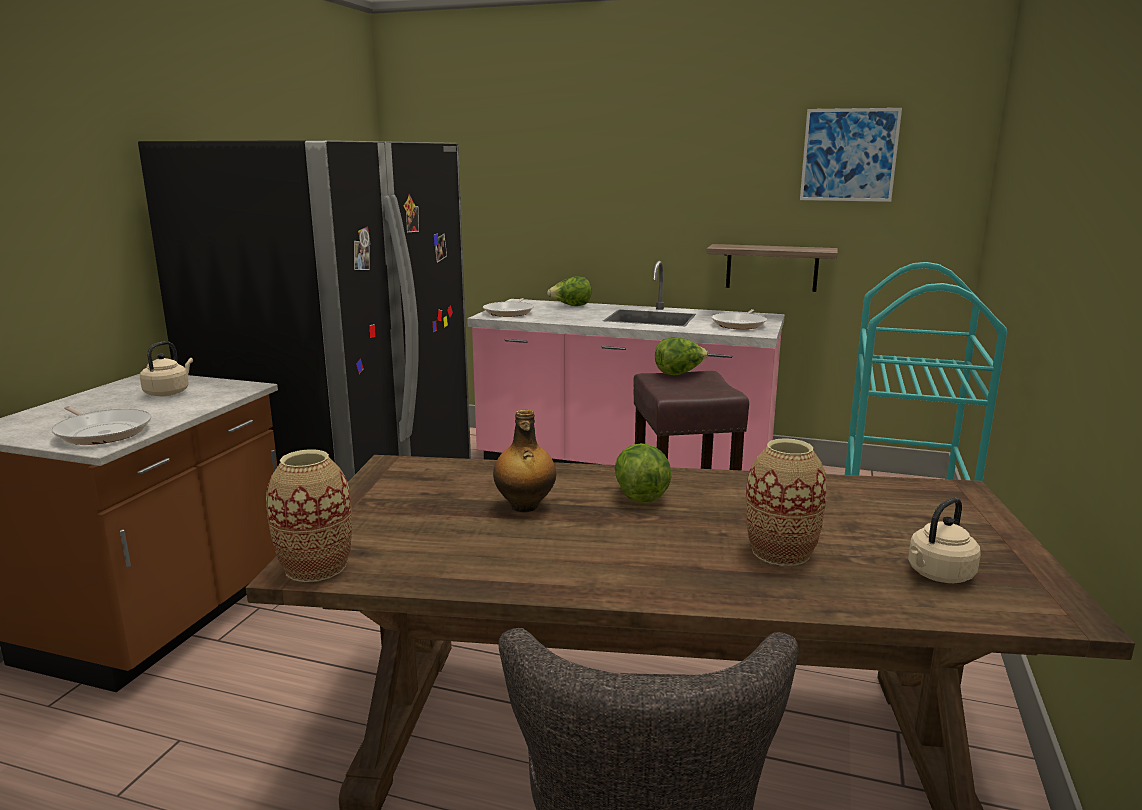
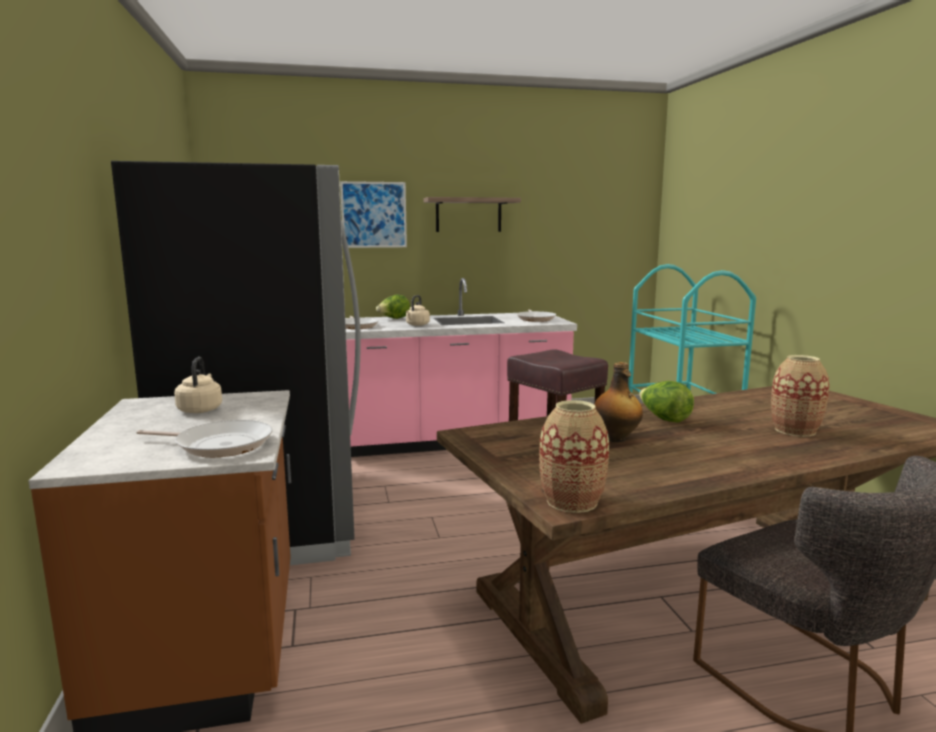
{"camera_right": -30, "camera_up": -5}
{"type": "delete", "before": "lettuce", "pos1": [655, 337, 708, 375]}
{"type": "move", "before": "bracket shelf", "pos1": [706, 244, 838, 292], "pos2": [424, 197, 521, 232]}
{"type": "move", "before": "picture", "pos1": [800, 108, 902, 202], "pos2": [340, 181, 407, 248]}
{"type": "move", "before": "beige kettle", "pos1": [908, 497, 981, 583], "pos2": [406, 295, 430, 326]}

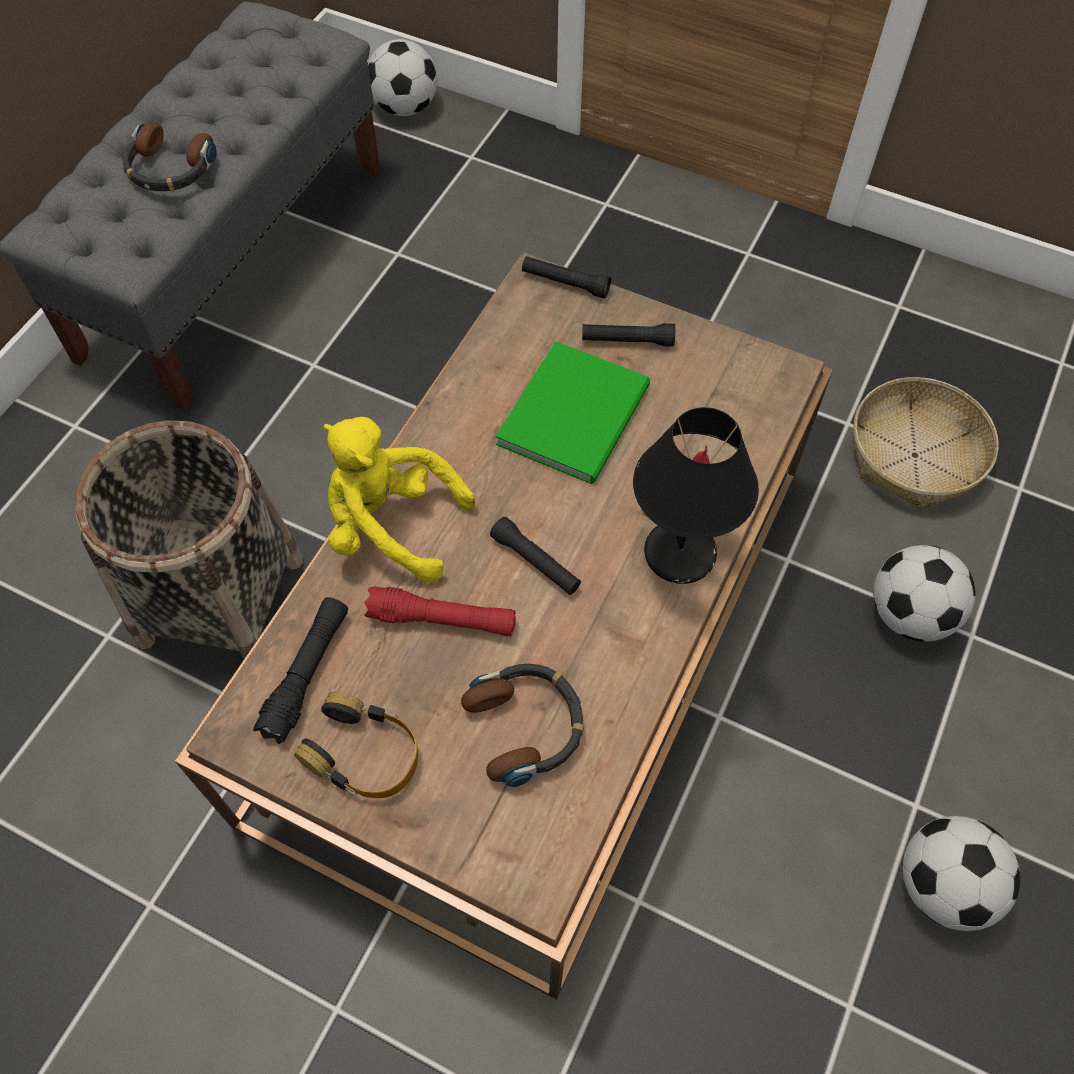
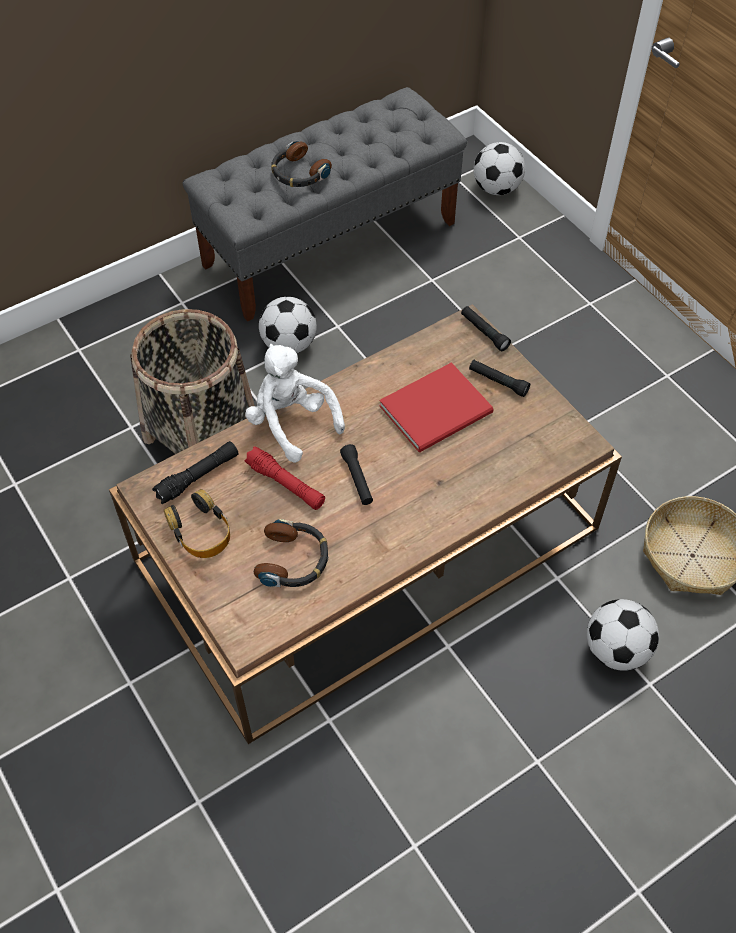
{"camera_right": 30, "camera_up": -5}
{"type": "recolor", "before": "yellowish plush toy", "after": "white-coloured plush toy", "pos1": [323, 417, 475, 583], "pos2": [245, 344, 345, 463]}
{"type": "recolor", "before": "greenish volume", "after": "reddish volume", "pos1": [496, 341, 650, 484], "pos2": [379, 362, 493, 452]}
{"type": "delete", "before": "blackish table lamp", "pos1": [633, 407, 759, 584]}
{"type": "move", "before": "football ball", "pos1": [903, 816, 1020, 931], "pos2": [259, 297, 317, 353]}

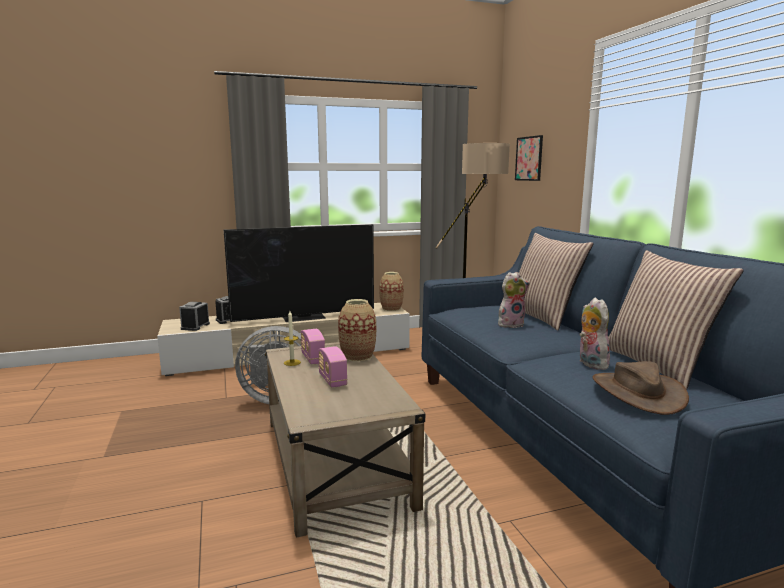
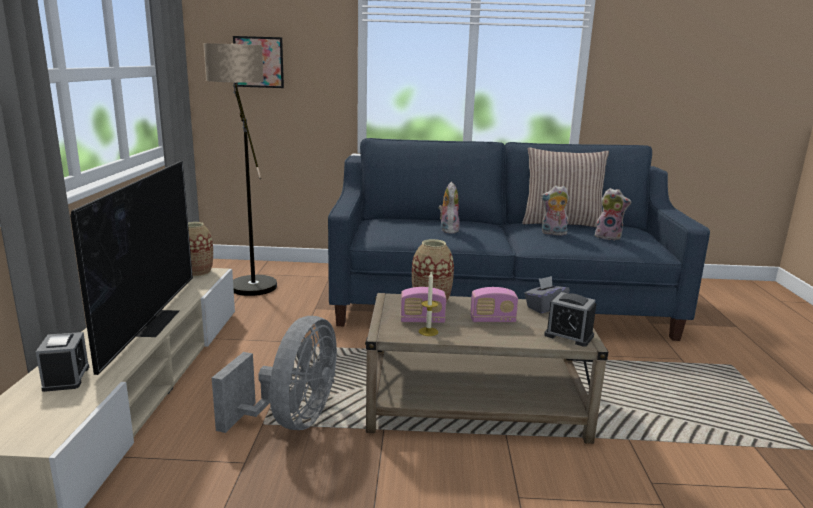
{"camera_right": -70, "camera_up": 5}
{"type": "move", "before": "bedside clock", "pos1": [179, 302, 210, 331], "pos2": [544, 292, 597, 347]}
{"type": "delete", "before": "cushion", "pos1": [519, 233, 593, 330]}
{"type": "replace", "before": "brown hat", "after": "plush toy", "pos1": [592, 361, 689, 415], "pos2": [595, 188, 631, 240]}
{"type": "insert", "after": "gray tissue box", "pos2": [524, 276, 570, 313]}

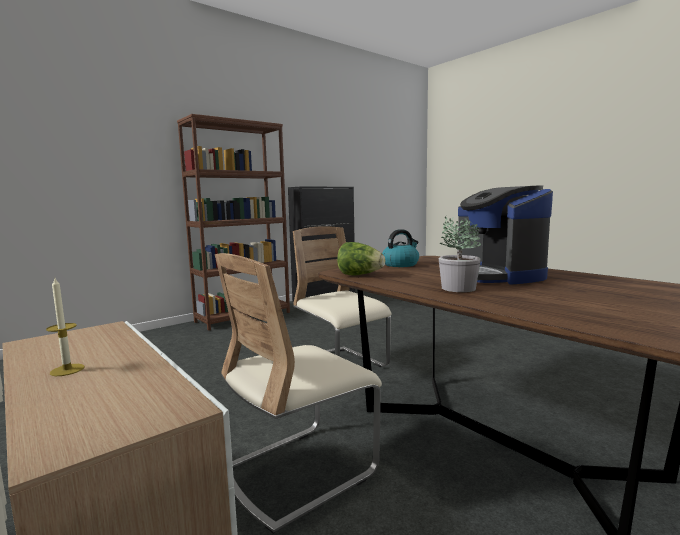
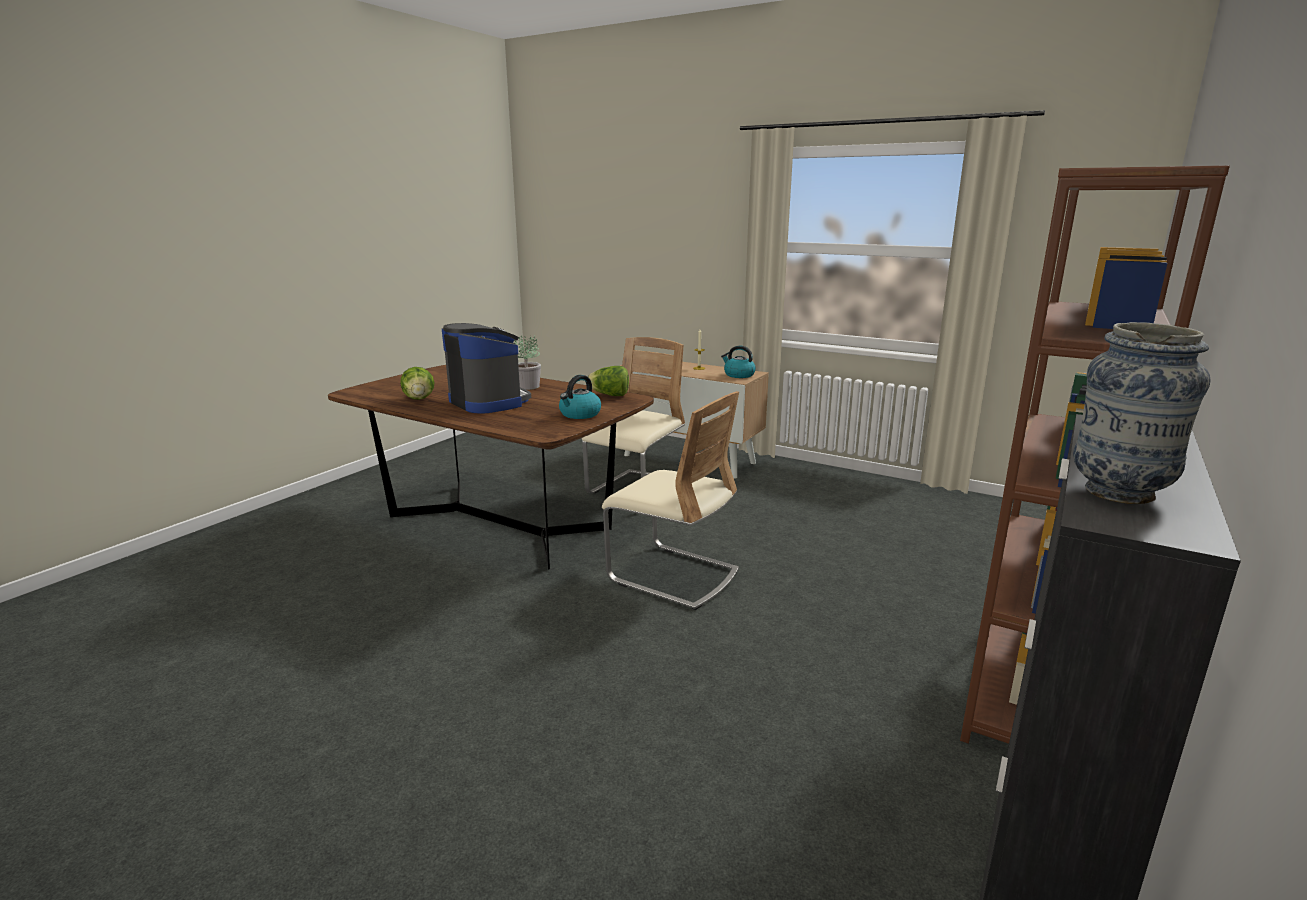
{"camera_right": 160, "camera_up": 10}
{"type": "insert", "after": "lettuce", "pos2": [400, 367, 435, 400]}
{"type": "insert", "after": "kettle", "pos2": [721, 346, 756, 378]}
{"type": "insert", "after": "decorative vase", "pos2": [1073, 322, 1211, 504]}

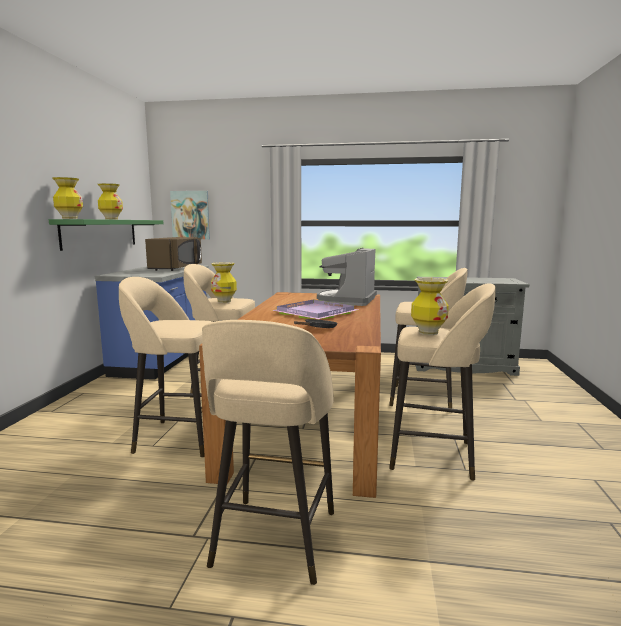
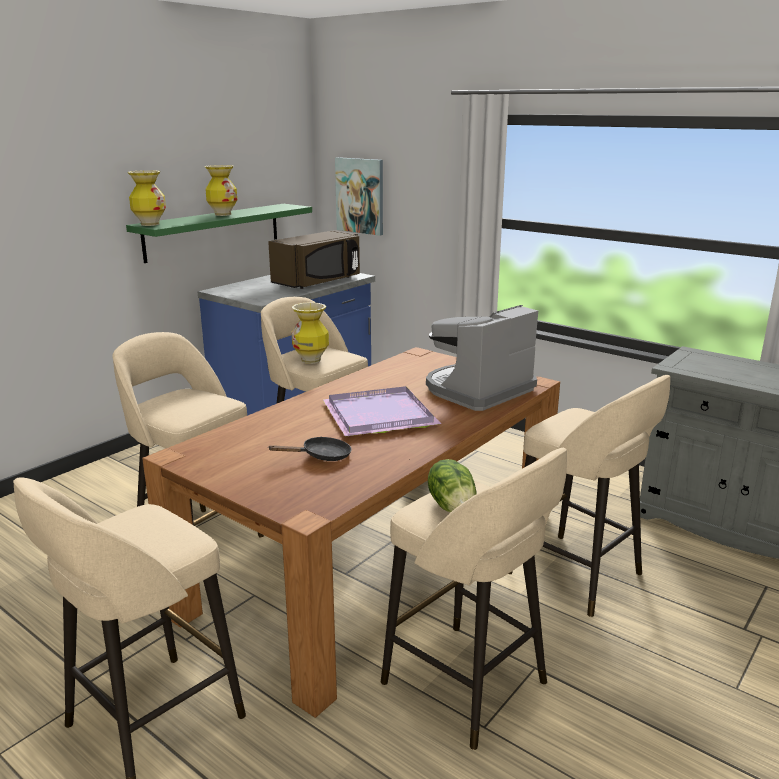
{"camera_right": 30, "camera_up": 10}
{"type": "replace", "before": "decorative vase", "after": "lettuce", "pos1": [411, 278, 449, 335], "pos2": [428, 459, 476, 513]}

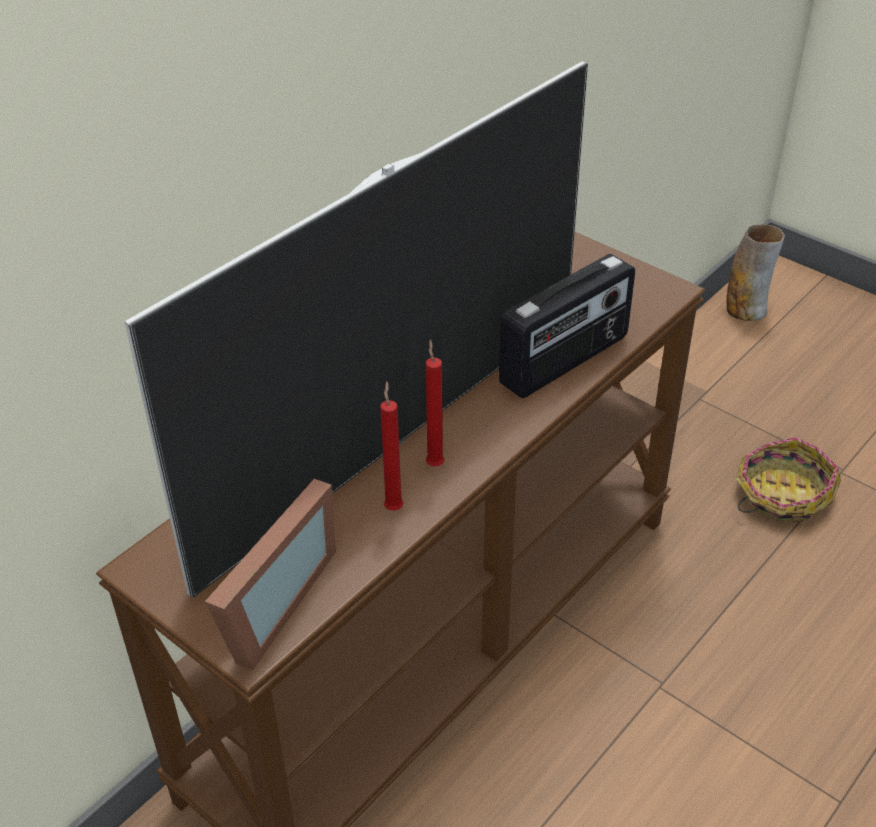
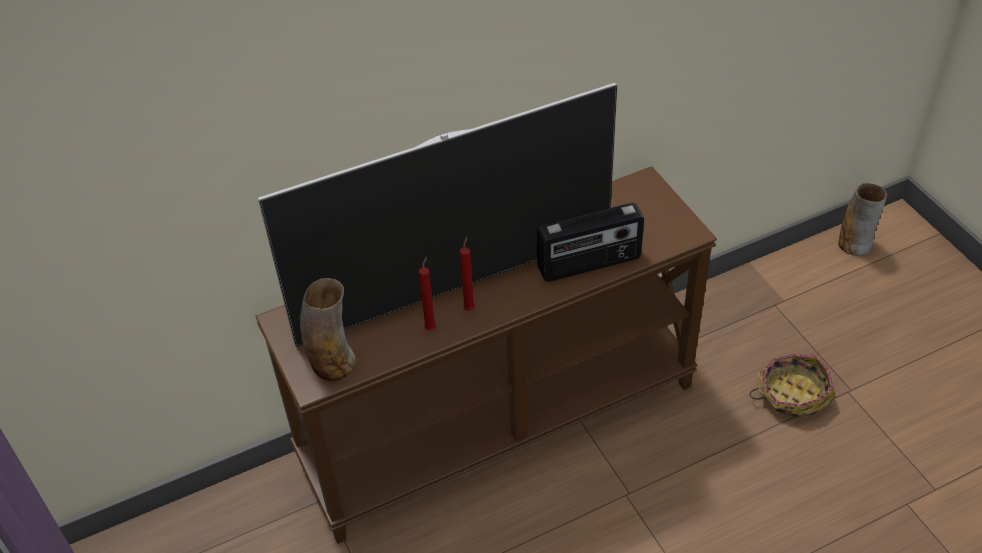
{"camera_right": 25, "camera_up": 5}
{"type": "replace", "before": "photo frame", "after": "decorative vase", "pos1": [205, 479, 336, 670], "pos2": [300, 278, 356, 381]}

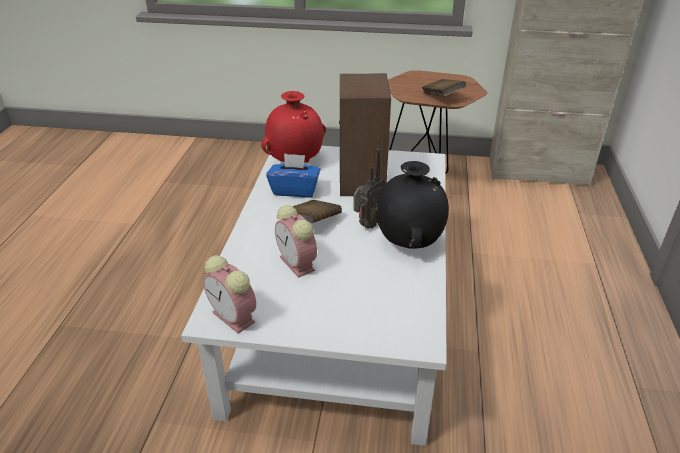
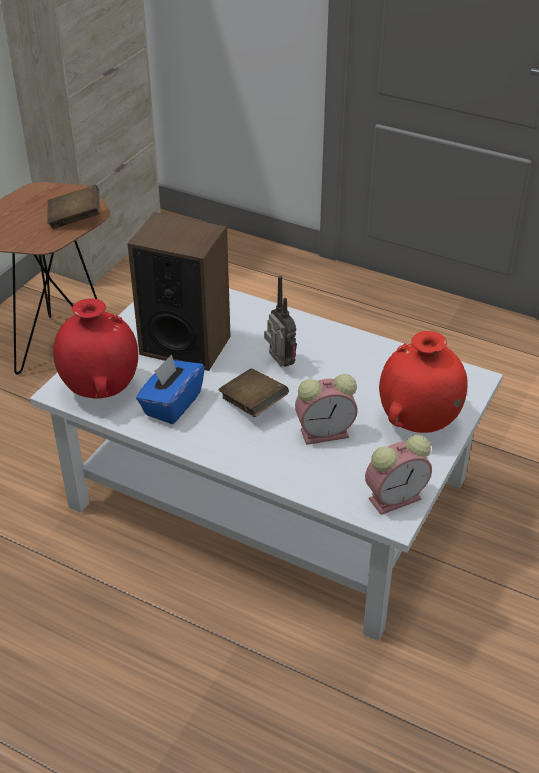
{"camera_right": -70, "camera_up": 5}
{"type": "delete", "before": "blackish decorative vase", "pos1": [376, 161, 449, 249]}
{"type": "insert", "after": "reddish decorative vase", "pos2": [379, 331, 467, 433]}

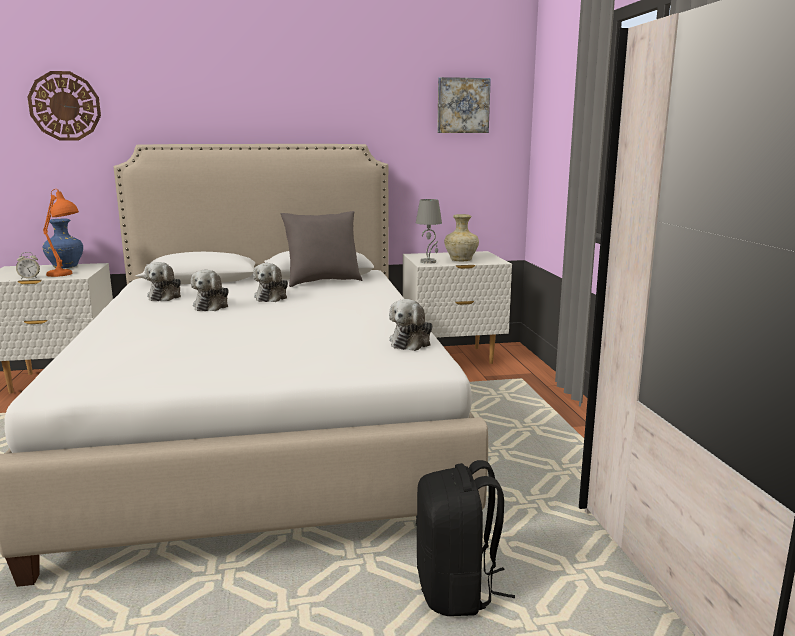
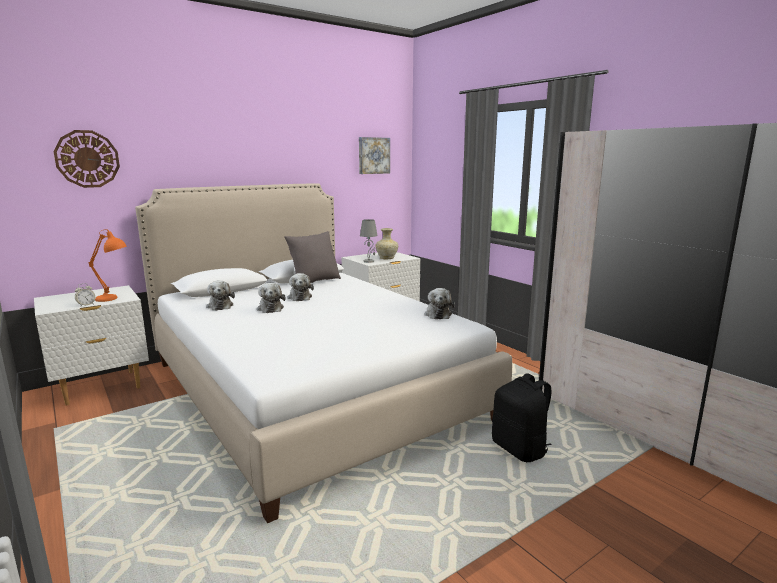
{"camera_right": -25, "camera_up": 0}
{"type": "delete", "before": "blue decorative vase", "pos1": [43, 219, 83, 269]}

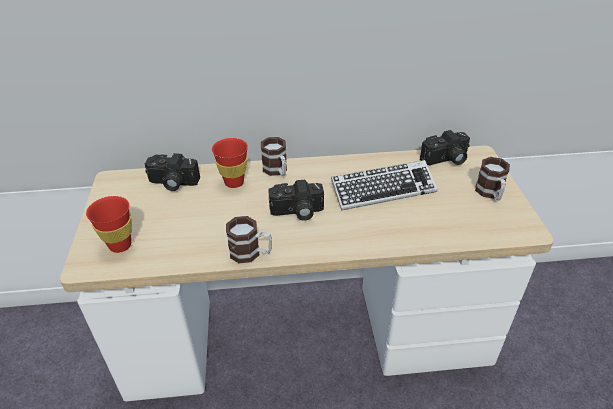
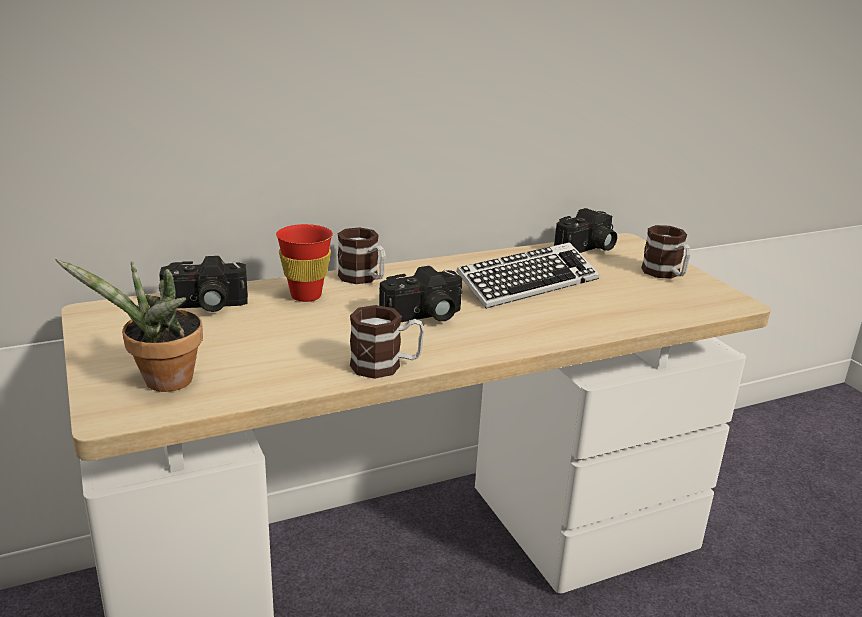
{"camera_right": -20, "camera_up": -15}
{"type": "replace", "before": "reddish cup", "after": "potted plant", "pos1": [86, 196, 132, 253], "pos2": [55, 259, 203, 392]}

